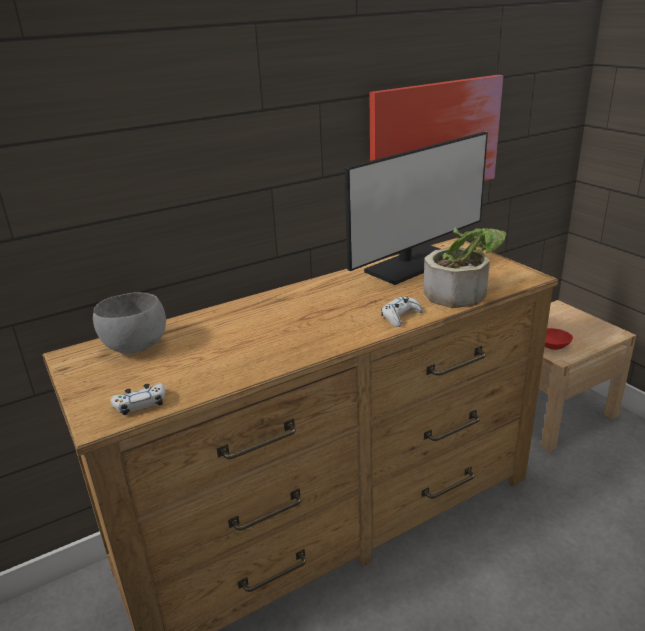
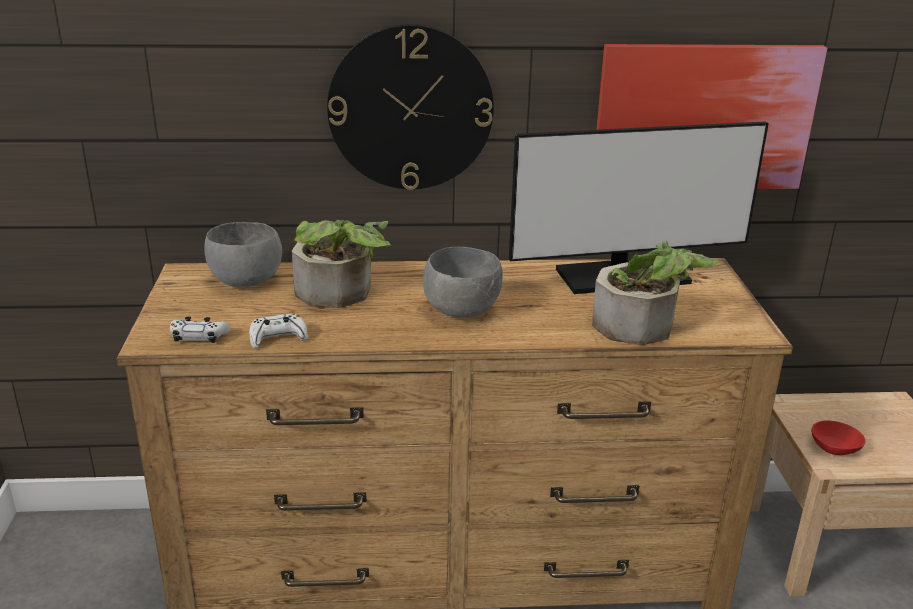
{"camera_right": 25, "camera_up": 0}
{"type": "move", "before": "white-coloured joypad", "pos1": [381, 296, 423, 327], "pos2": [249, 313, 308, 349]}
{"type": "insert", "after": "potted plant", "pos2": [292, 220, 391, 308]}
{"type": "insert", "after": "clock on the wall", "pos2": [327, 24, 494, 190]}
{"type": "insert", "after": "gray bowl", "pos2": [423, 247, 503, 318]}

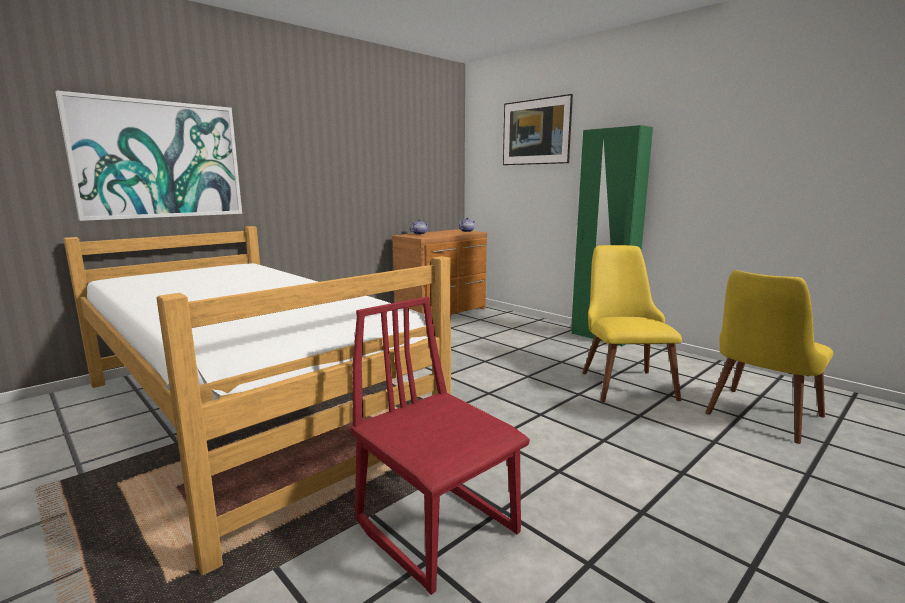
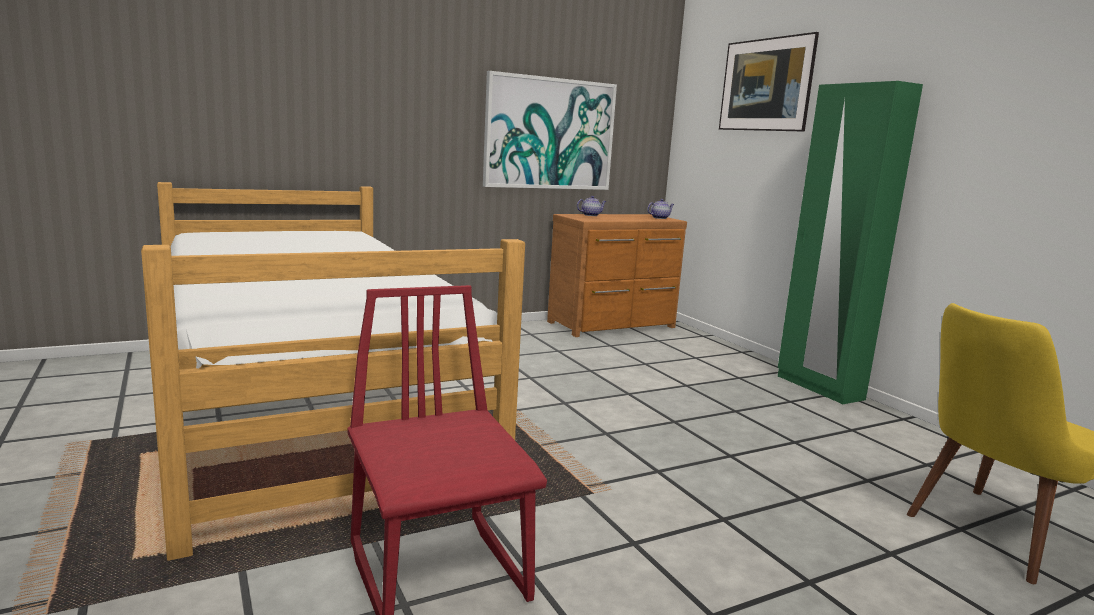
{"camera_right": 15, "camera_up": 0}
{"type": "move", "before": "picture", "pos1": [55, 90, 242, 221], "pos2": [483, 71, 617, 190]}
{"type": "delete", "before": "yellowish plain chair", "pos1": [583, 245, 682, 402]}

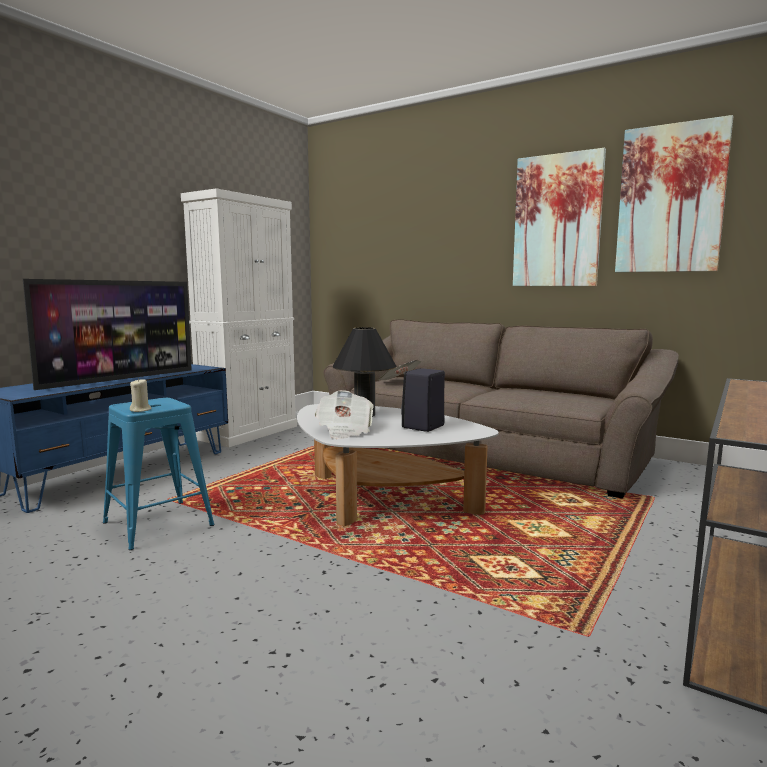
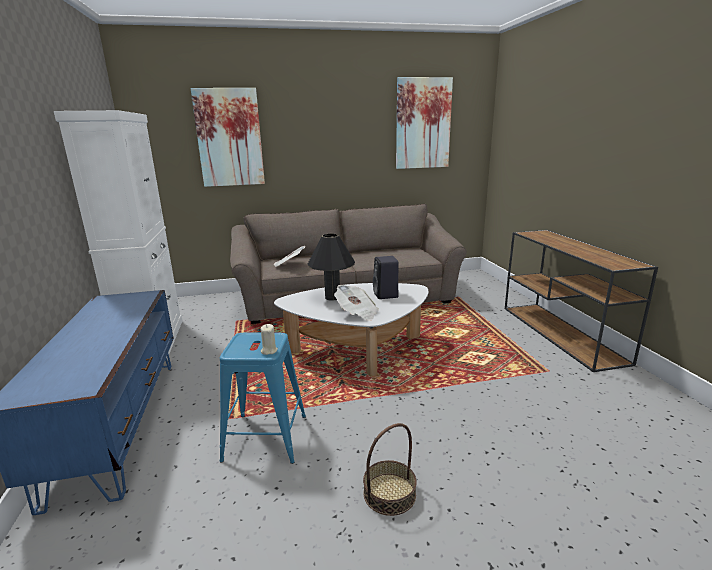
{"camera_right": -45, "camera_up": 10}
{"type": "delete", "before": "TV", "pos1": [23, 279, 192, 390]}
{"type": "move", "before": "picture", "pos1": [513, 148, 606, 286], "pos2": [190, 88, 265, 187]}
{"type": "insert", "after": "storage basket", "pos2": [363, 423, 417, 516]}

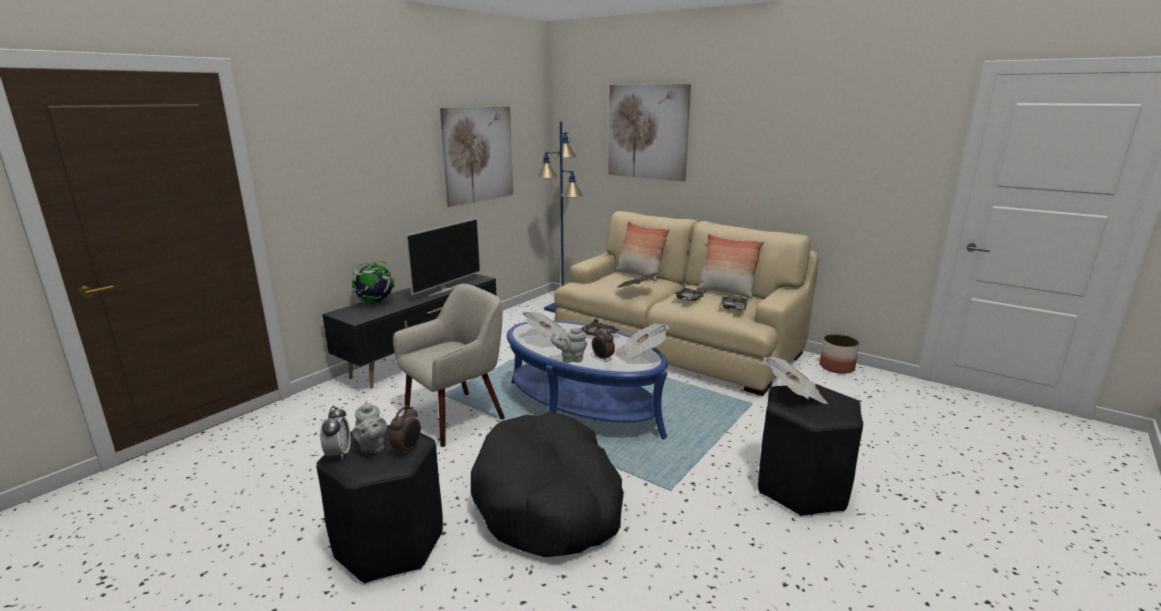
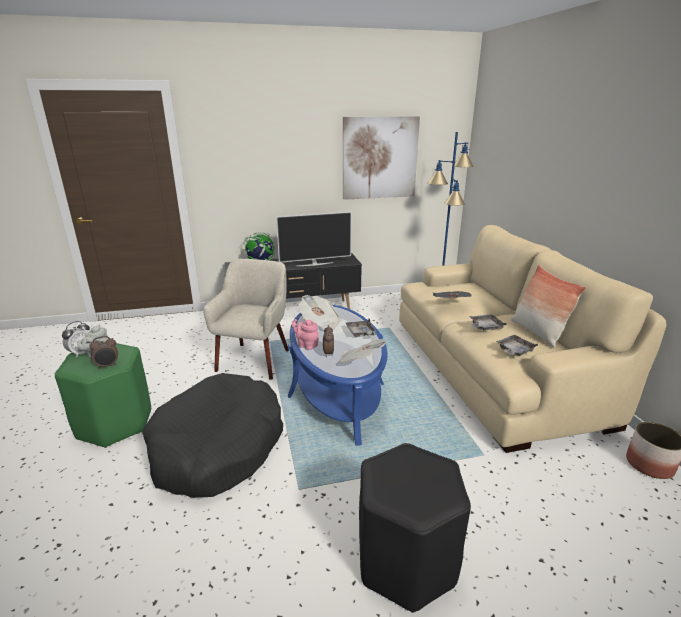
{"camera_right": 40, "camera_up": 5}
{"type": "recolor", "before": "blackish stool", "after": "greenish stool", "pos1": [316, 425, 443, 584], "pos2": [55, 343, 151, 448]}
{"type": "rotate", "before": "beige armchair", "pos1": [393, 284, 505, 447], "pos2": [203, 259, 289, 380], "turn": -75}
{"type": "recolor", "before": "gray teapot", "after": "pinkish teapot", "pos1": [551, 328, 587, 363], "pos2": [292, 319, 319, 350]}
{"type": "delete", "before": "picture", "pos1": [608, 84, 691, 182]}
{"type": "delete", "before": "cushion", "pos1": [615, 221, 669, 281]}
{"type": "delete", "before": "printed paper", "pos1": [763, 357, 828, 404]}

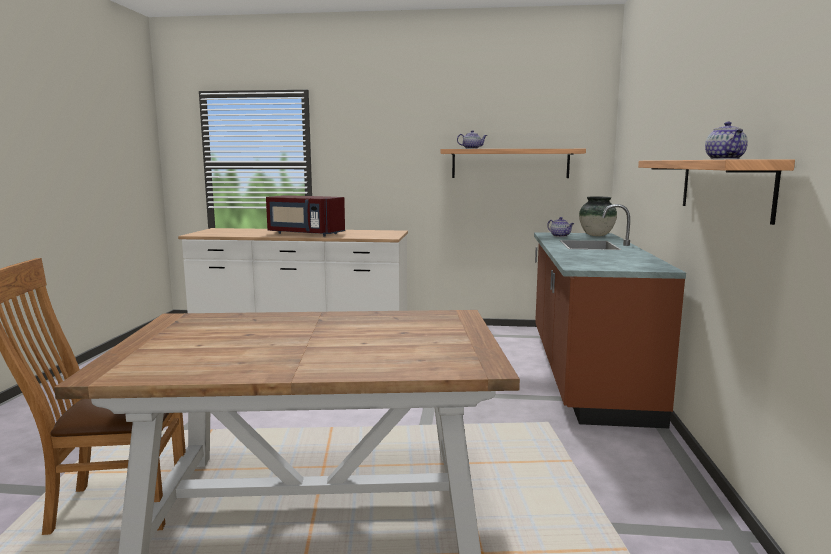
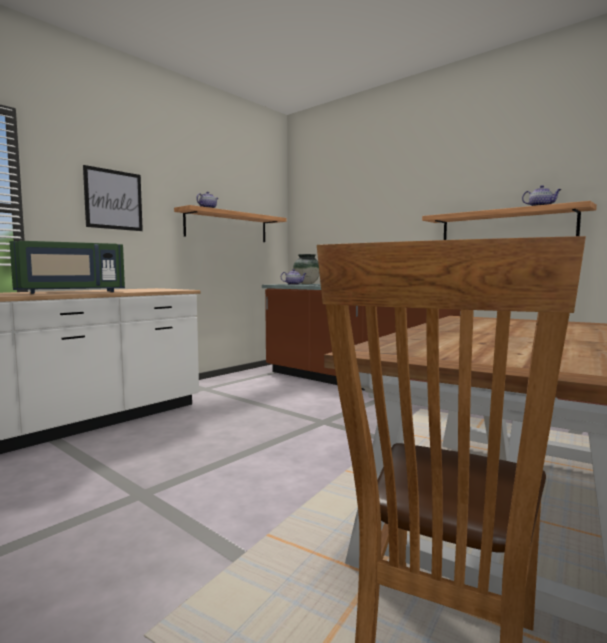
{"camera_right": -55, "camera_up": -5}
{"type": "recolor", "before": "reddish kitchen microwave", "after": "greenish kitchen microwave", "pos1": [266, 195, 345, 236], "pos2": [9, 241, 125, 294]}
{"type": "insert", "after": "picture", "pos2": [83, 165, 143, 231]}

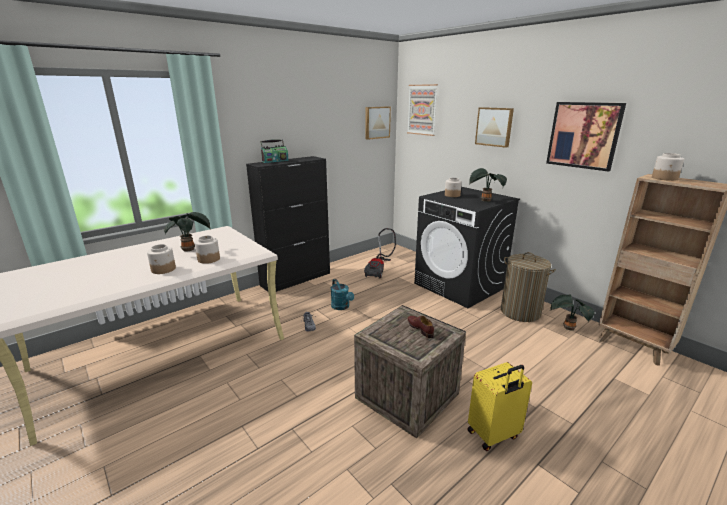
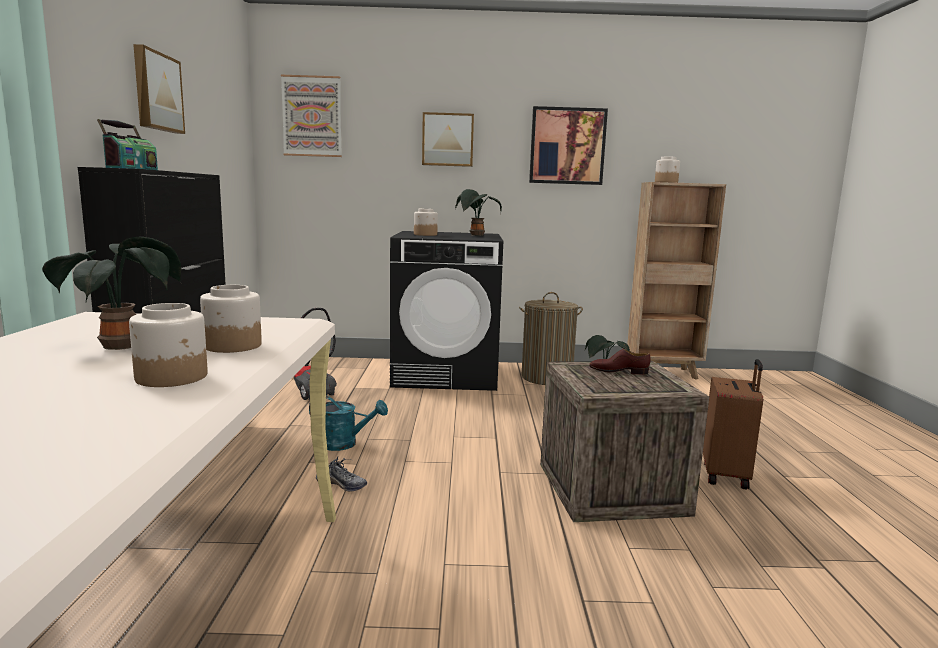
{"camera_right": -50, "camera_up": -10}
{"type": "move", "before": "picture", "pos1": [365, 107, 391, 140], "pos2": [133, 44, 185, 134]}
{"type": "recolor", "before": "yellowish travel case", "after": "brown travel case", "pos1": [468, 362, 532, 451], "pos2": [703, 359, 763, 490]}

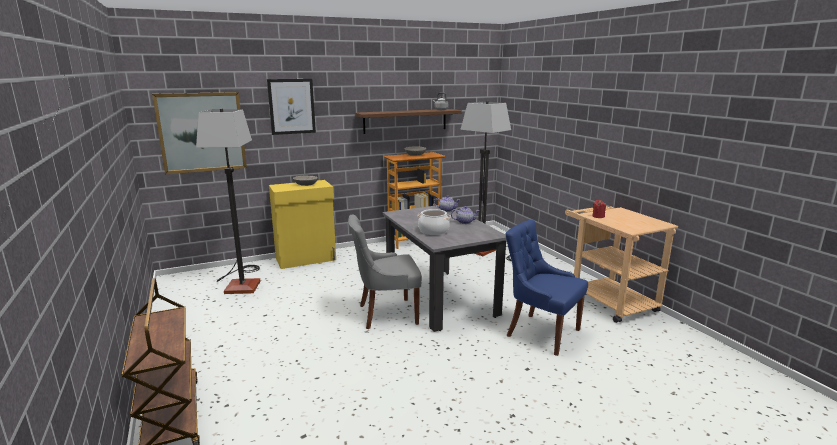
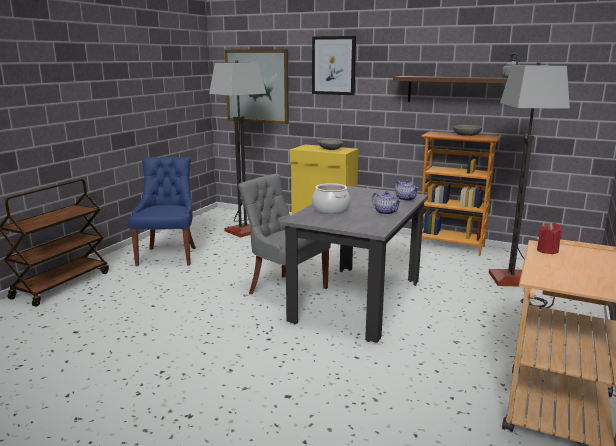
{"camera_right": 50, "camera_up": 0}
{"type": "move", "before": "blue plain chair", "pos1": [506, 220, 588, 356], "pos2": [129, 157, 196, 266]}

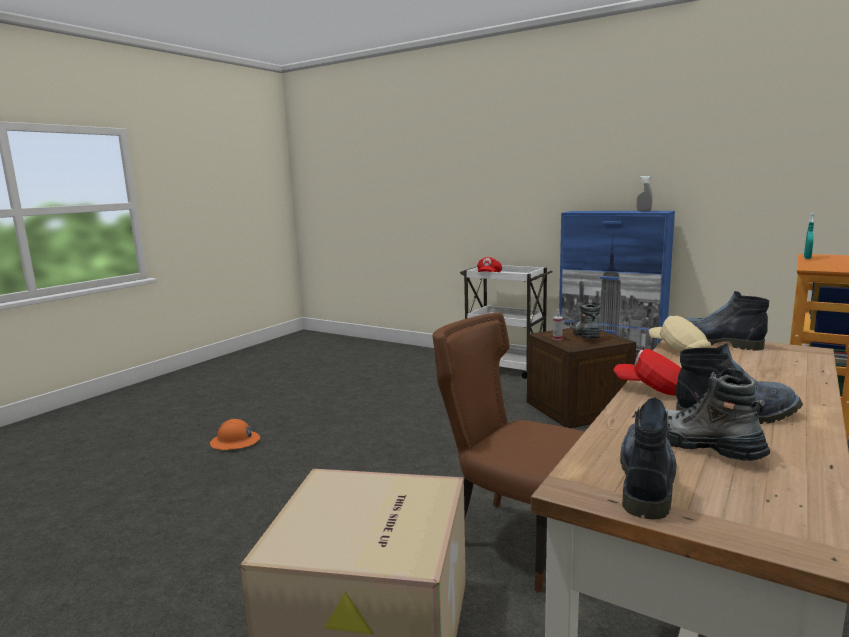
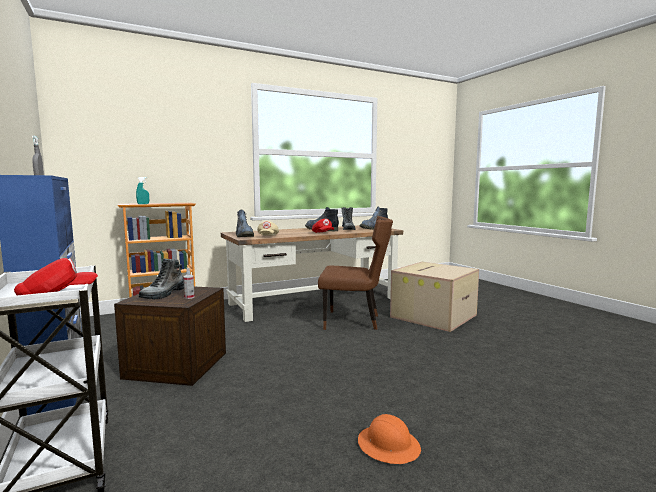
{"camera_right": -150, "camera_up": -5}
{"type": "move", "before": "orange work helmet", "pos1": [210, 419, 260, 450], "pos2": [358, 414, 421, 464]}
{"type": "rotate", "before": "brown plain chair", "pos1": [432, 313, 585, 593], "pos2": [318, 216, 393, 330], "turn": -60}

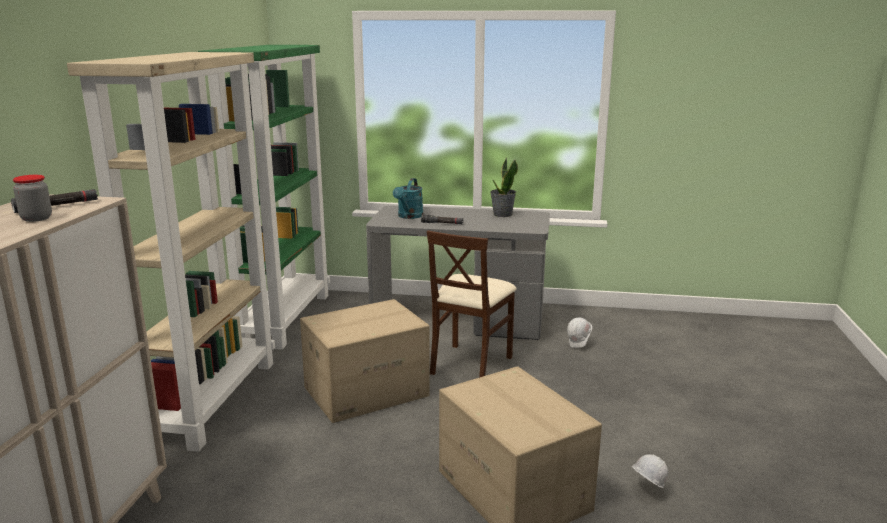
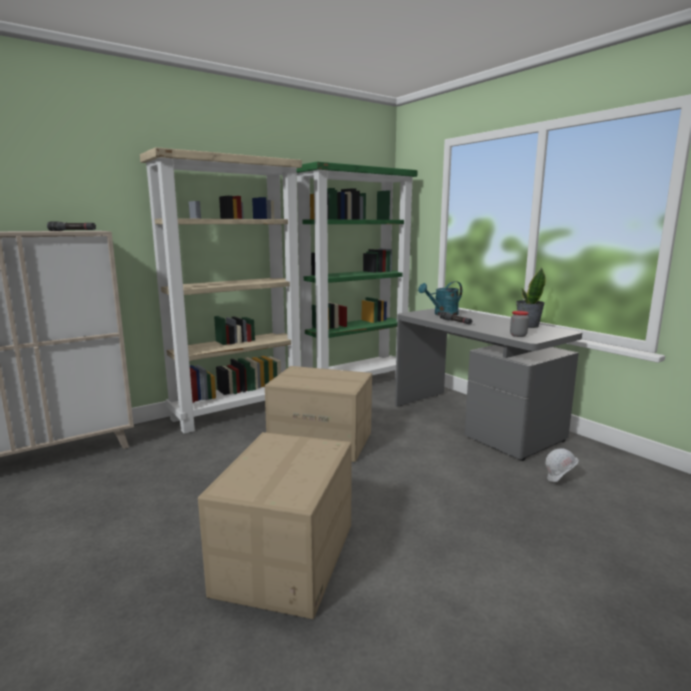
{"camera_right": 45, "camera_up": -5}
{"type": "move", "before": "storage jar", "pos1": [13, 175, 52, 222], "pos2": [510, 311, 529, 337]}
{"type": "delete", "before": "beige plain chair", "pos1": [427, 230, 517, 378]}
{"type": "delete", "before": "white-coloured work helmet", "pos1": [632, 455, 668, 488]}

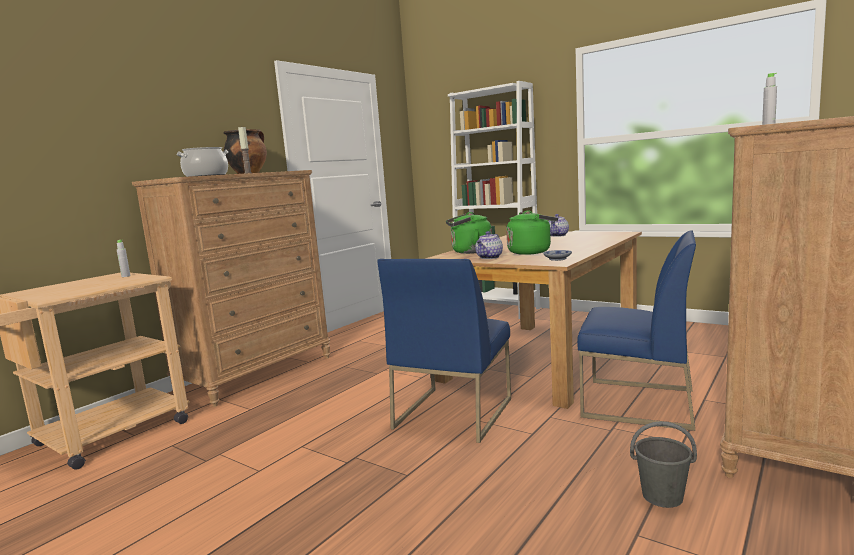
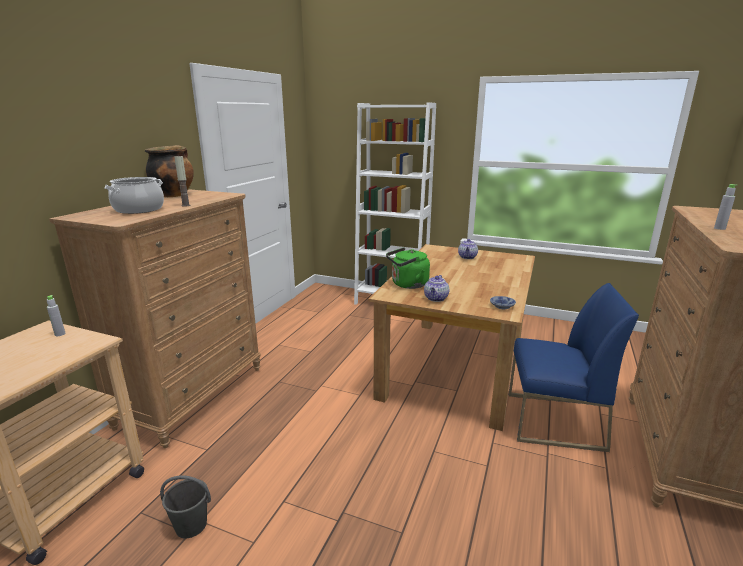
{"camera_right": -15, "camera_up": 10}
{"type": "delete", "before": "blue plain chair", "pos1": [378, 259, 511, 443]}
{"type": "delete", "before": "greenish kettle", "pos1": [506, 211, 558, 255]}
{"type": "move", "before": "gray pail", "pos1": [630, 421, 697, 508], "pos2": [160, 476, 211, 539]}

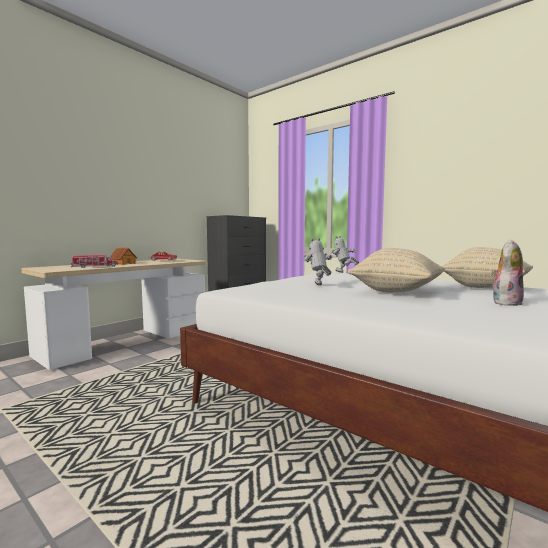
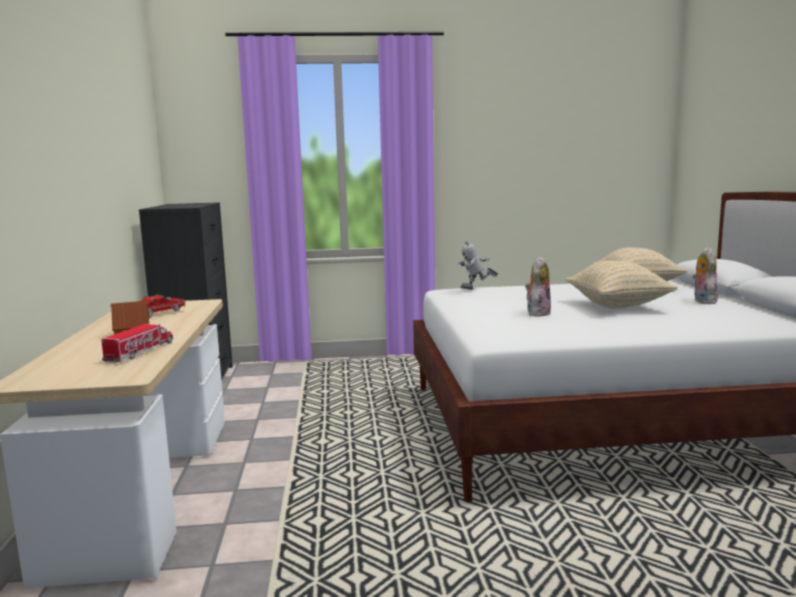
{"camera_right": -45, "camera_up": 5}
{"type": "replace", "before": "robot figure", "after": "plush toy", "pos1": [303, 238, 333, 285], "pos2": [525, 256, 551, 317]}

